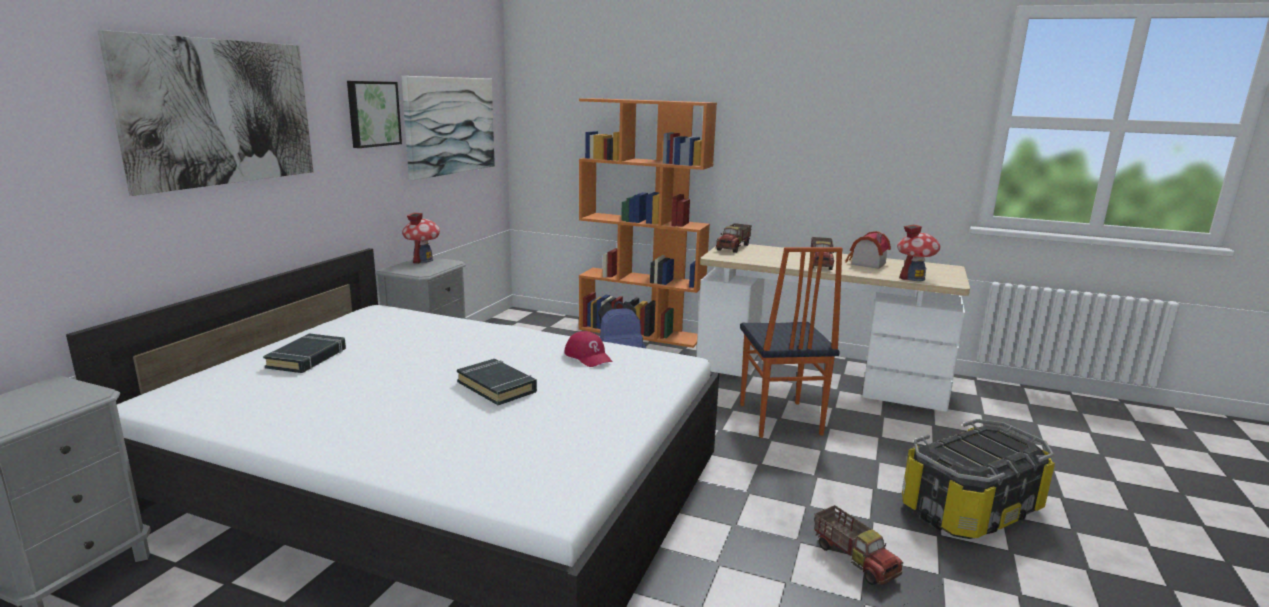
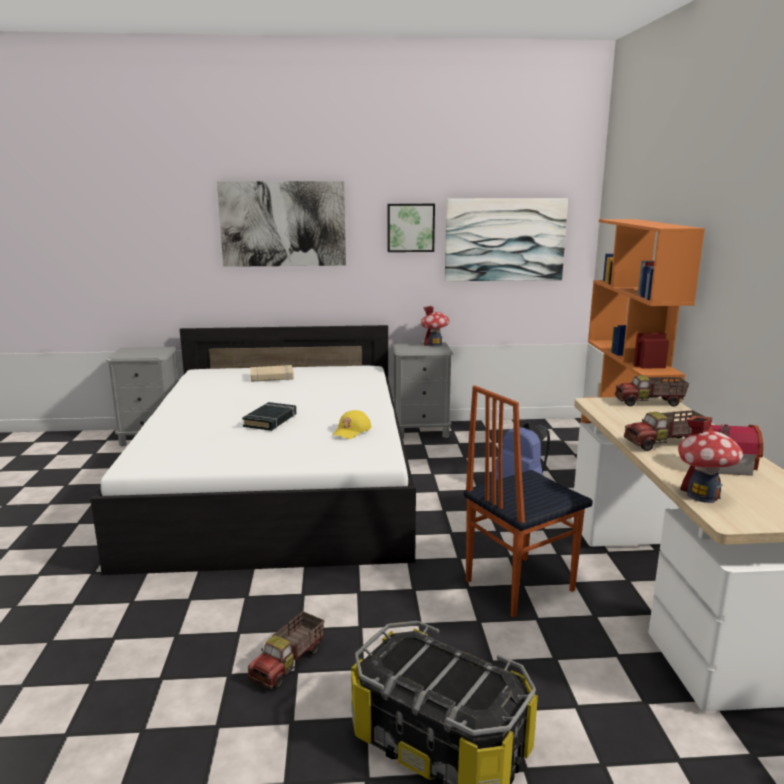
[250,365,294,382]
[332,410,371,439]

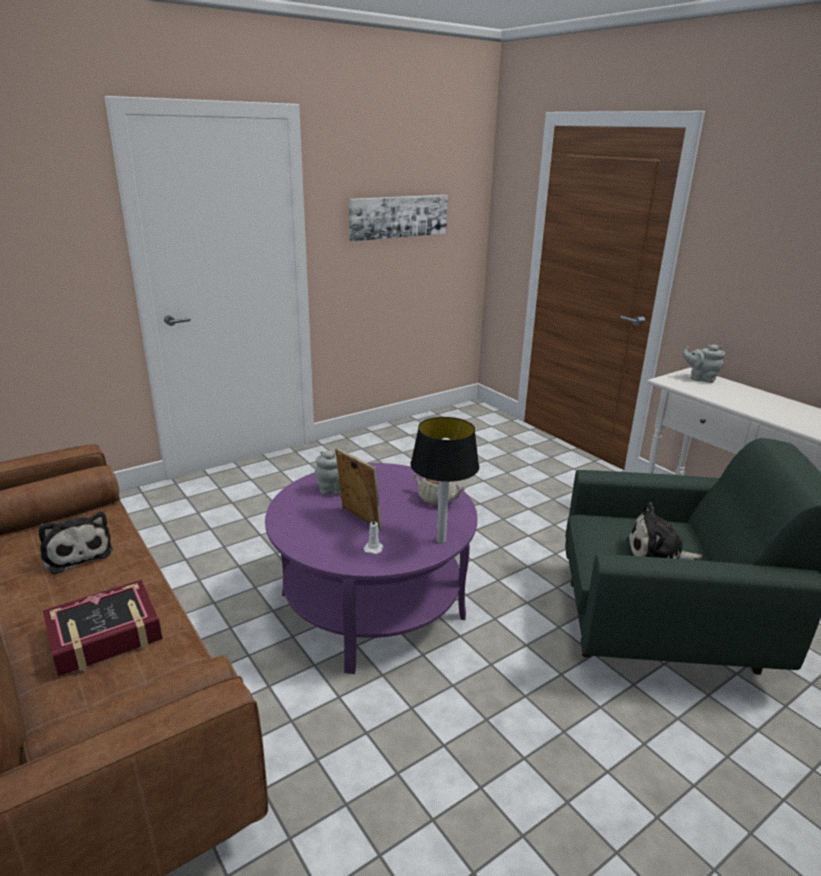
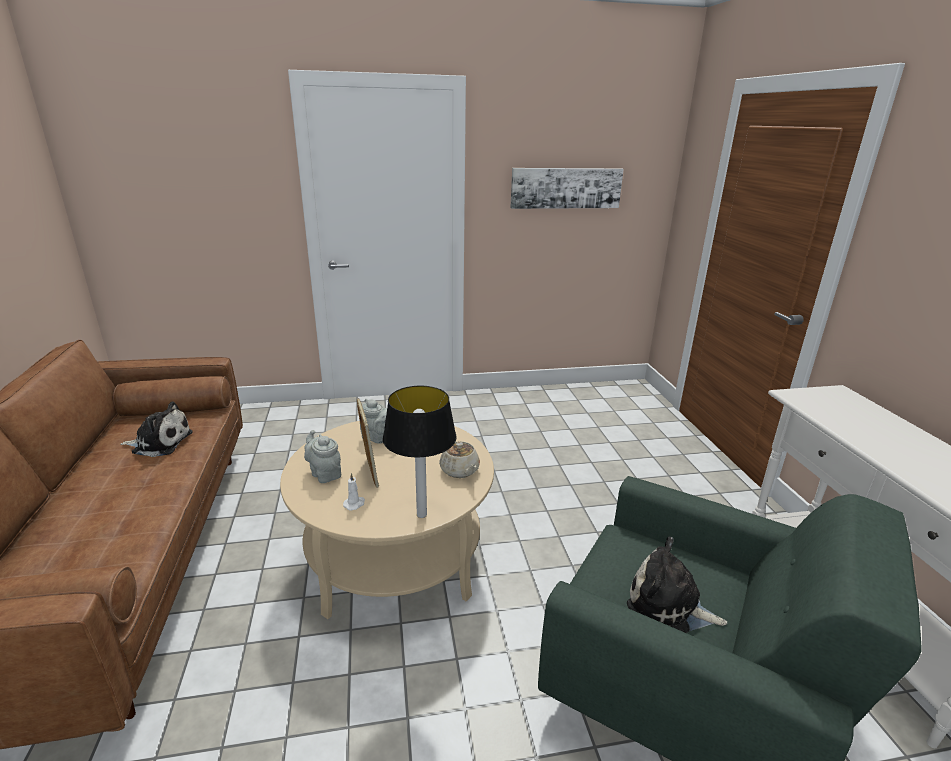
[43,580,163,676] (first image)
[304,430,341,483]
[280,421,494,619]
[121,401,193,457]

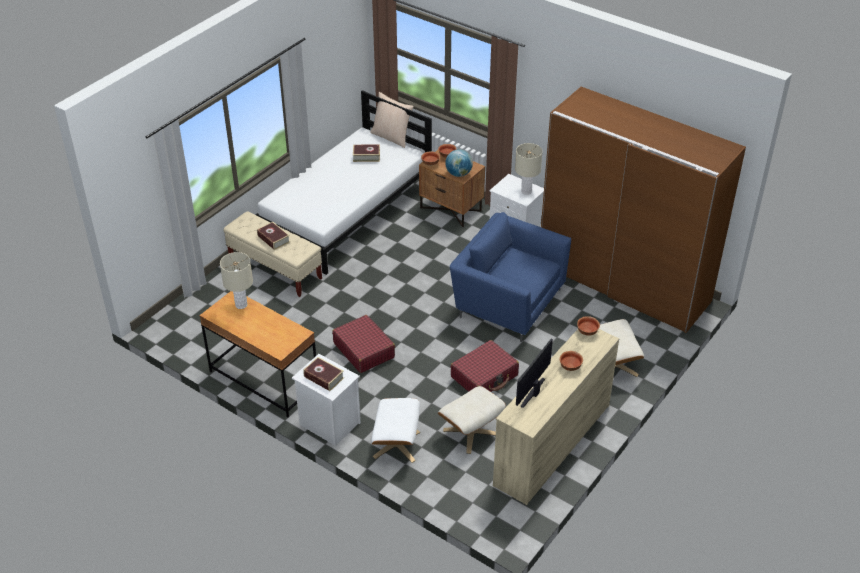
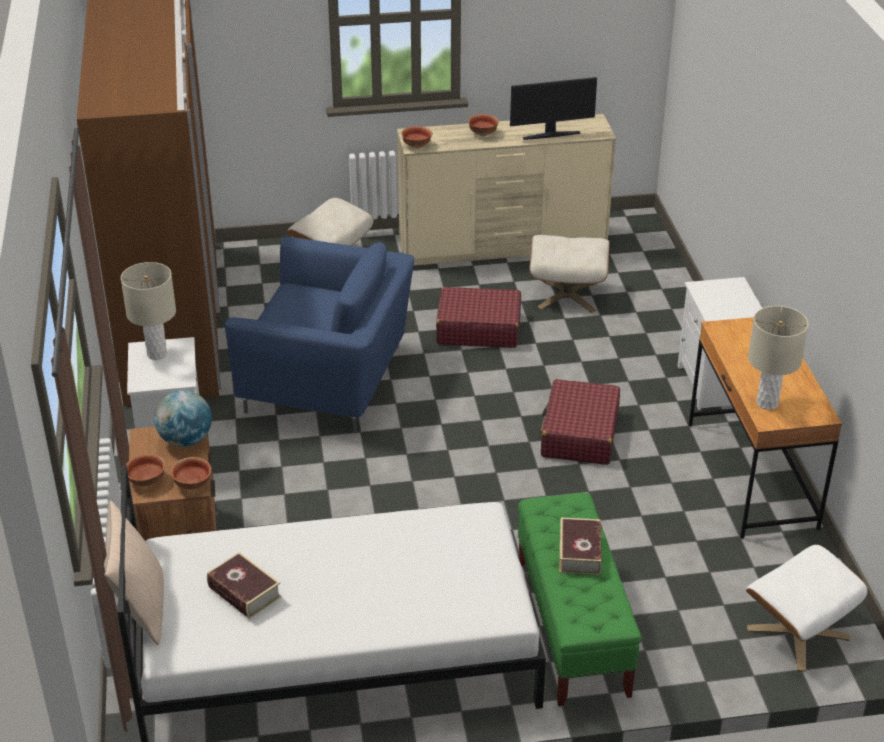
[303,357,344,391] (first image)
[746,545,868,672]
[518,493,642,706]
[225,236,414,432]

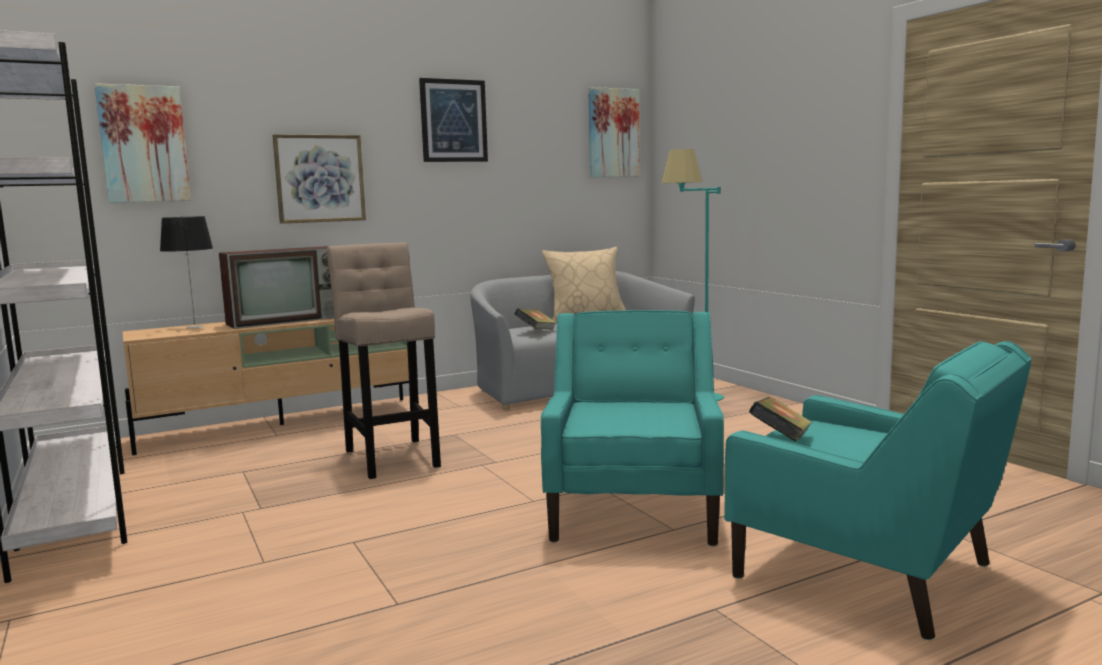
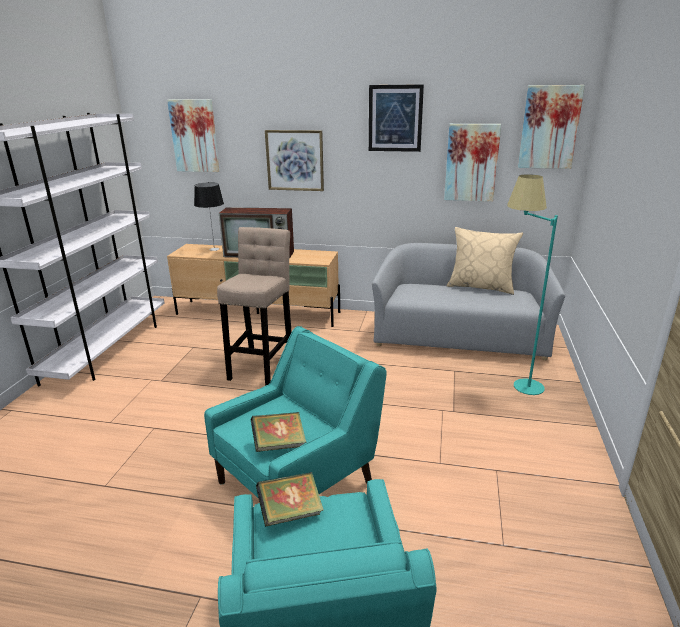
[444,124,501,202]
[251,412,306,452]

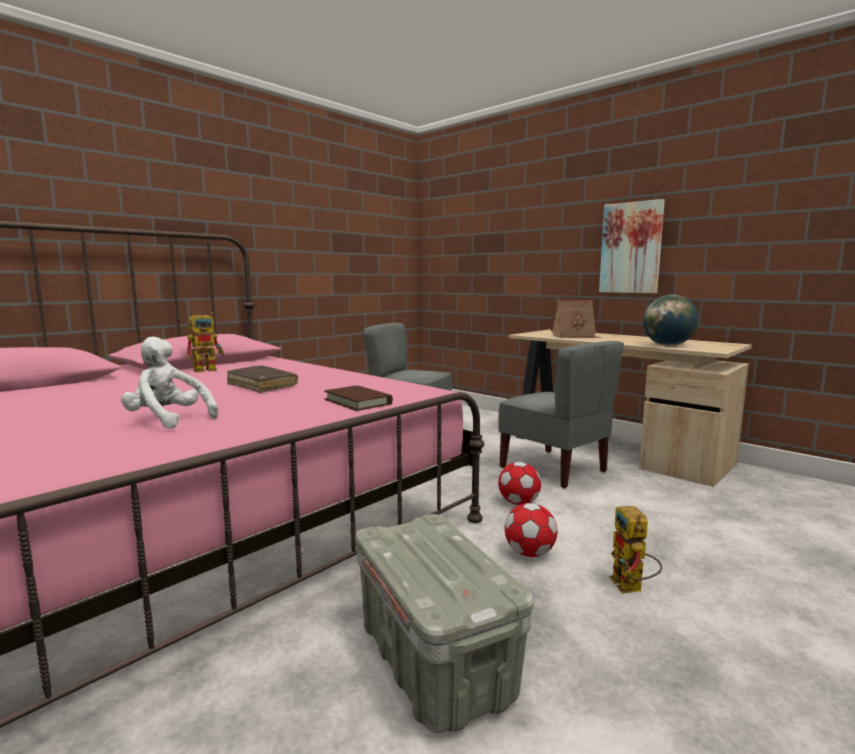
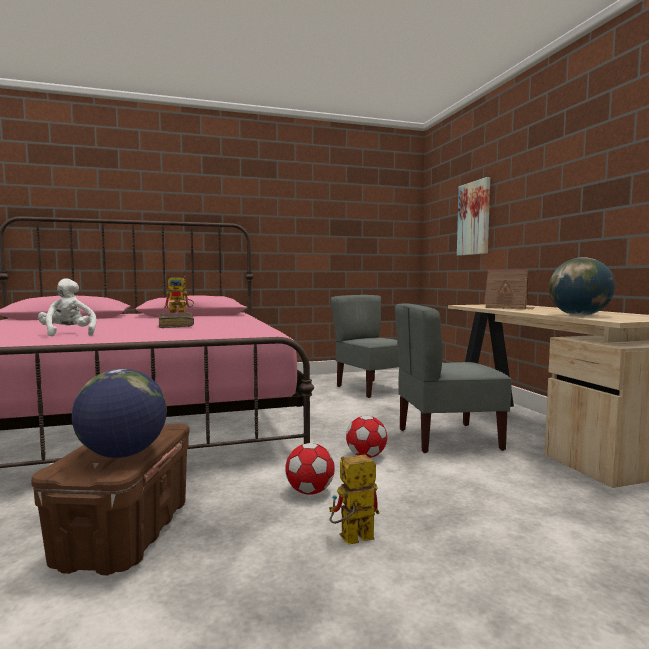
[324,385,393,411] (first image)
[72,369,167,458]
[457,177,490,256]
[31,423,190,575]
[395,303,511,453]
[329,454,379,545]

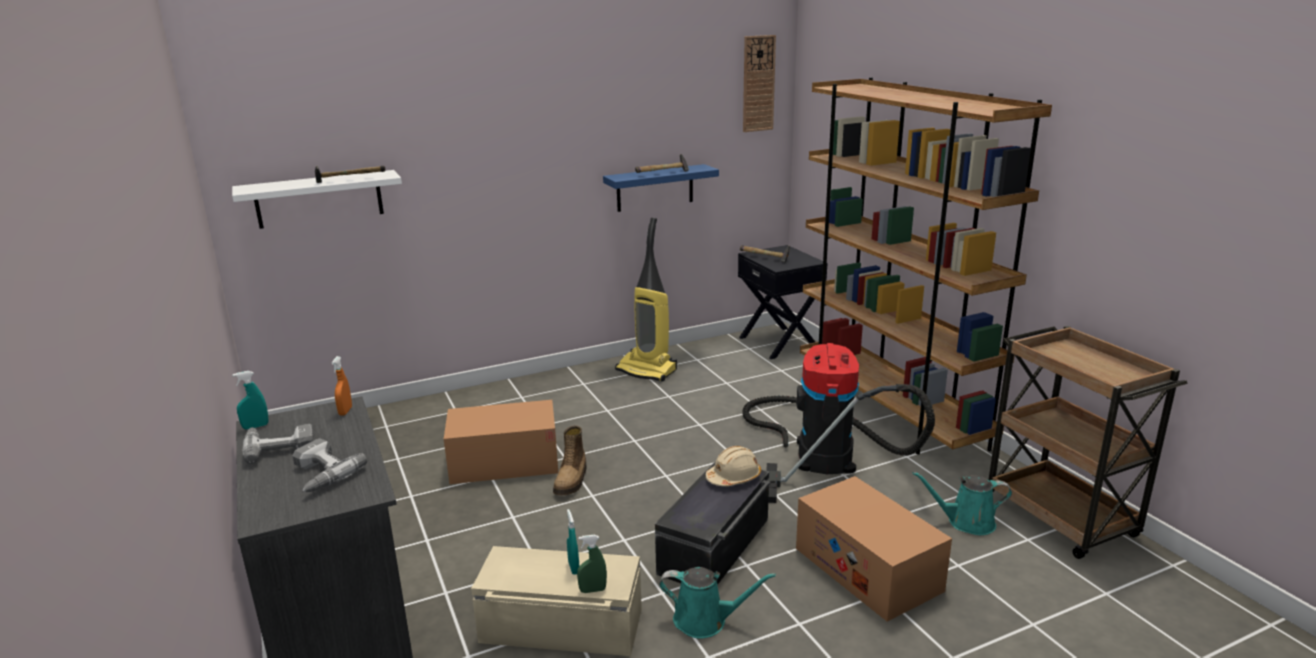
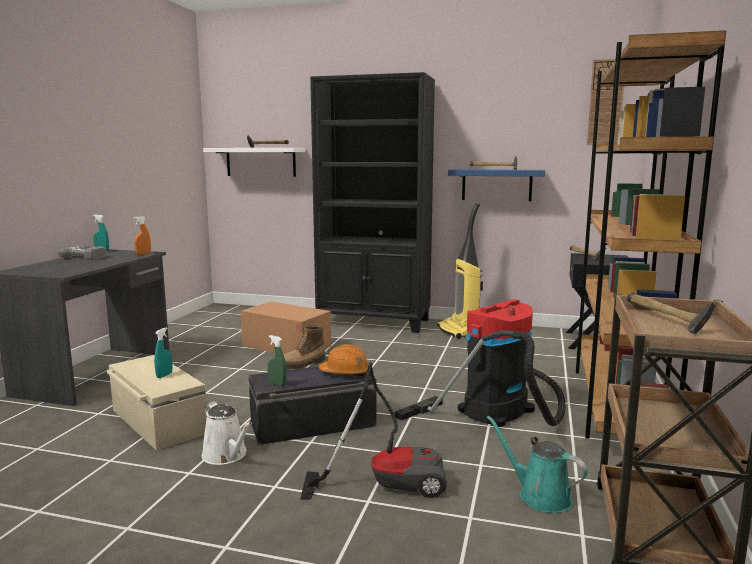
[292,438,367,492] (first image)
[310,72,435,333]
[627,292,716,334]
[268,335,287,386]
[301,362,447,500]
[201,401,252,465]
[319,344,369,376]

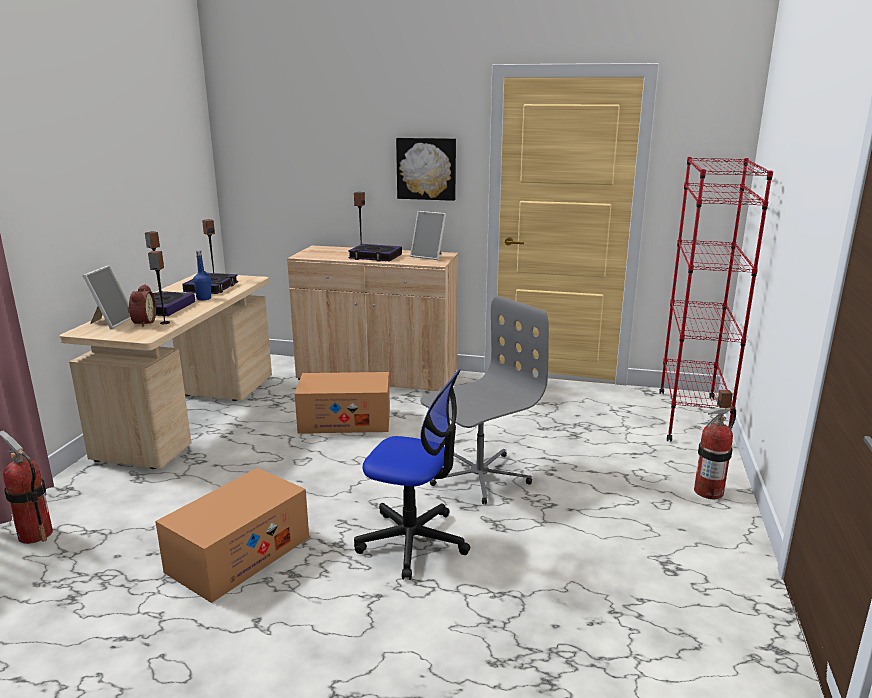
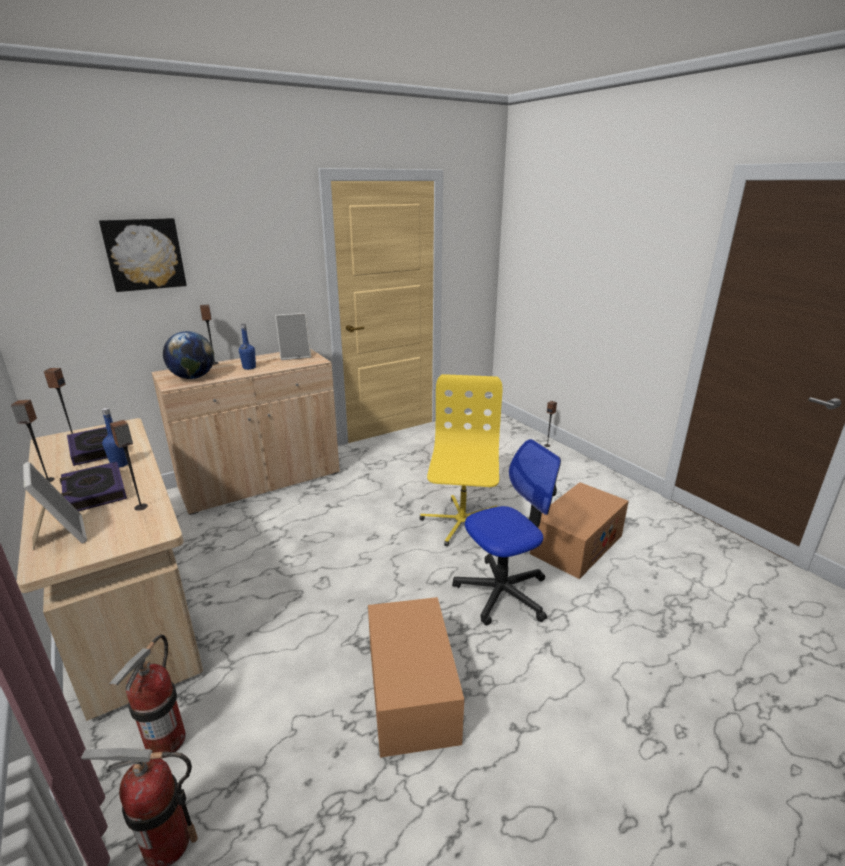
[127,284,156,327] (first image)
[659,157,773,442] (first image)
[163,331,214,379]
[530,482,629,579]
[99,218,187,292]
[109,634,186,759]
[239,323,256,370]
[420,374,503,546]

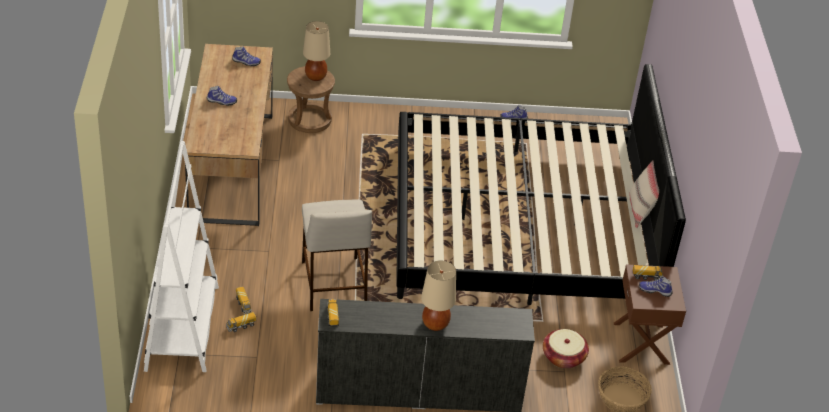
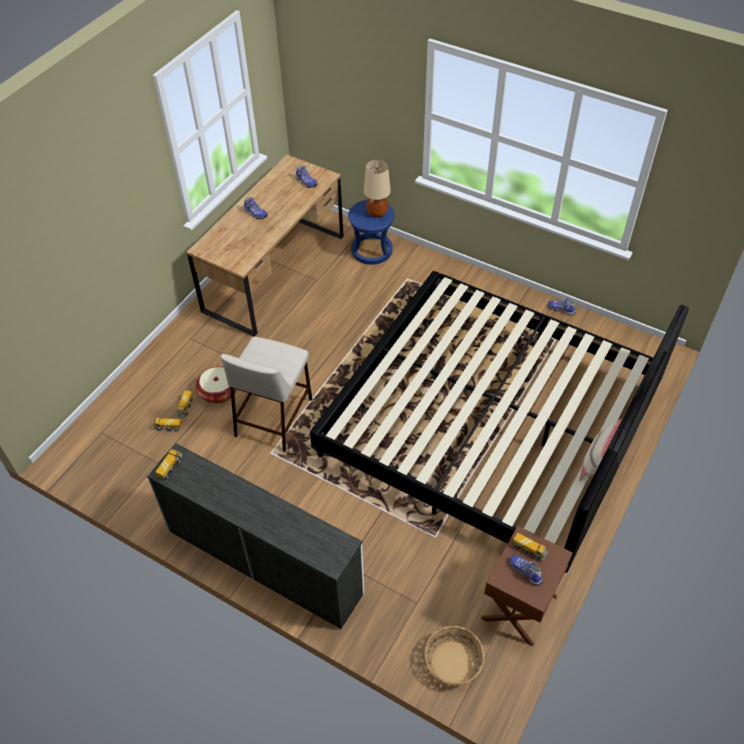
[144,141,219,372] (first image)
[421,261,456,331] (first image)
[196,366,237,403]
[348,200,395,265]

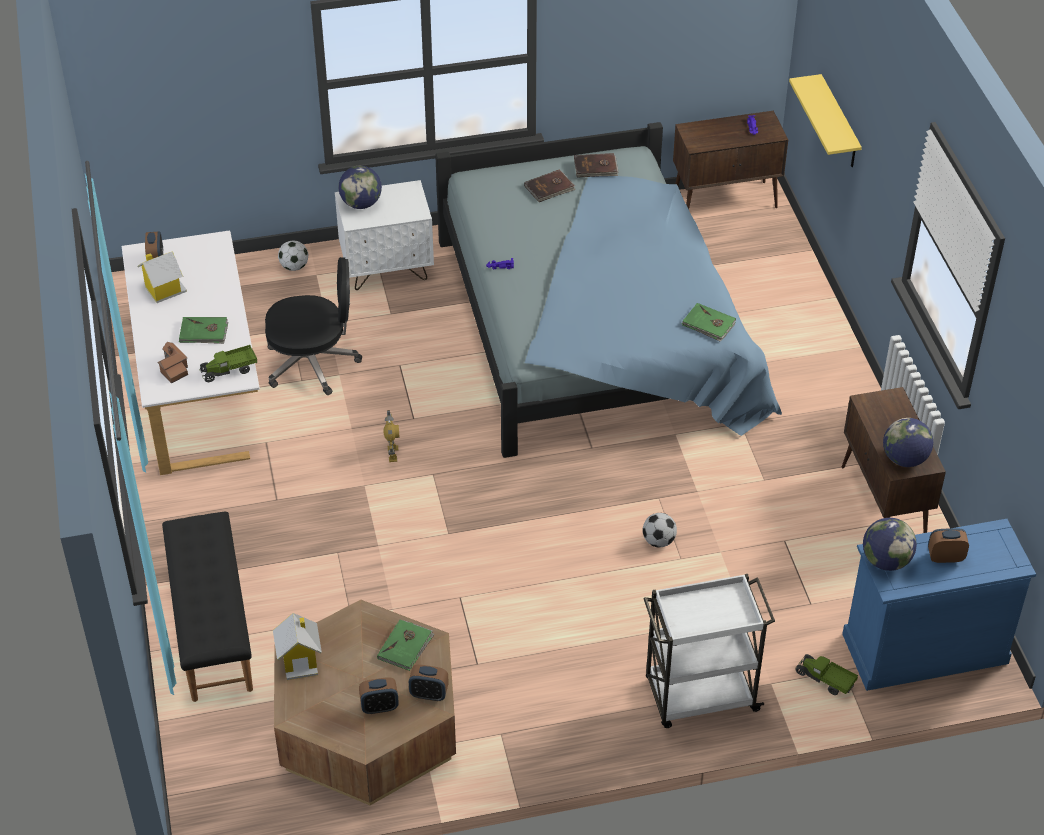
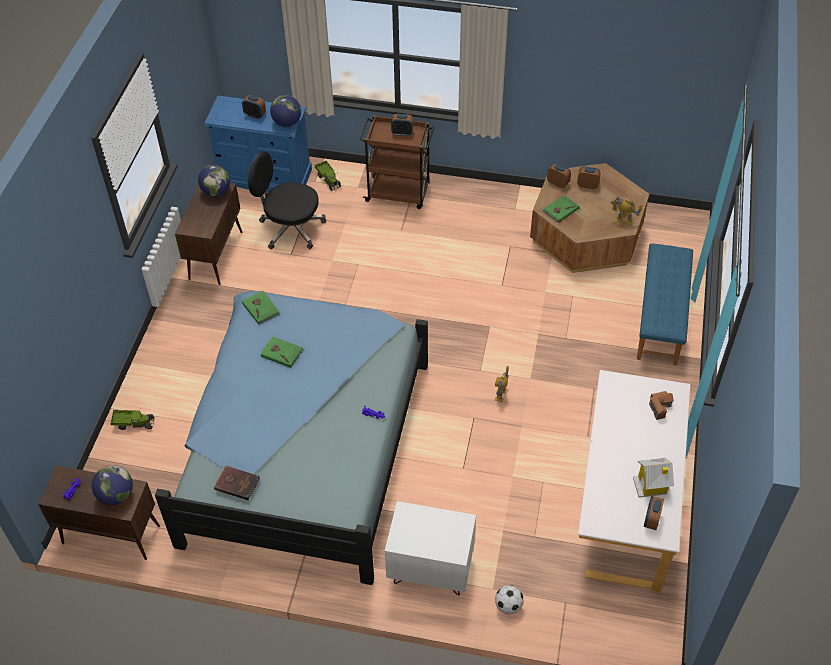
[524,170,576,202] (first image)
[643,513,677,548] (first image)
[789,74,862,167] (first image)
[391,114,413,136]
[261,336,303,368]
[111,409,155,430]
[247,152,326,250]
[92,465,133,505]
[611,196,643,225]
[637,243,693,366]
[360,115,434,209]

